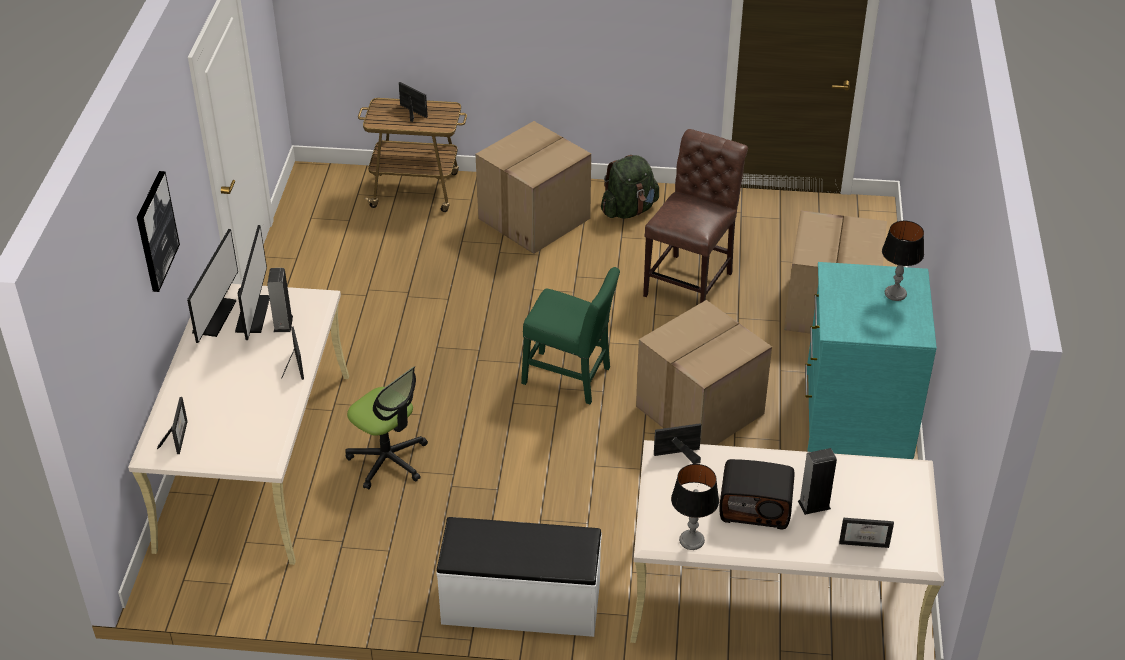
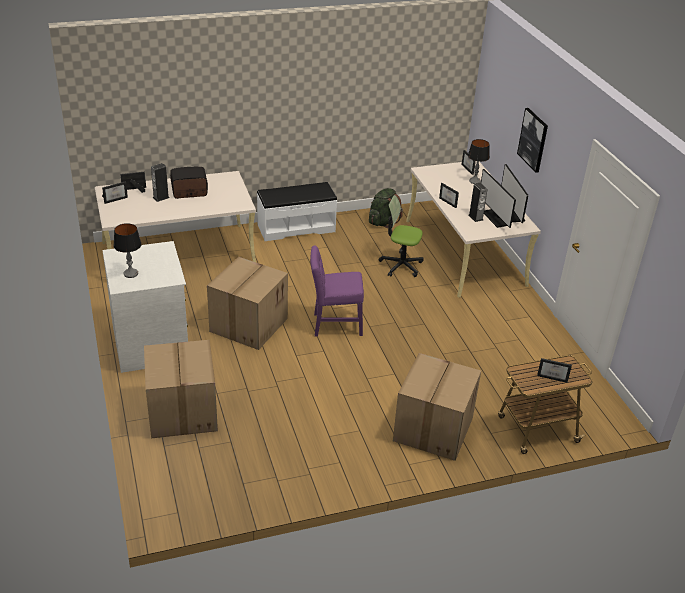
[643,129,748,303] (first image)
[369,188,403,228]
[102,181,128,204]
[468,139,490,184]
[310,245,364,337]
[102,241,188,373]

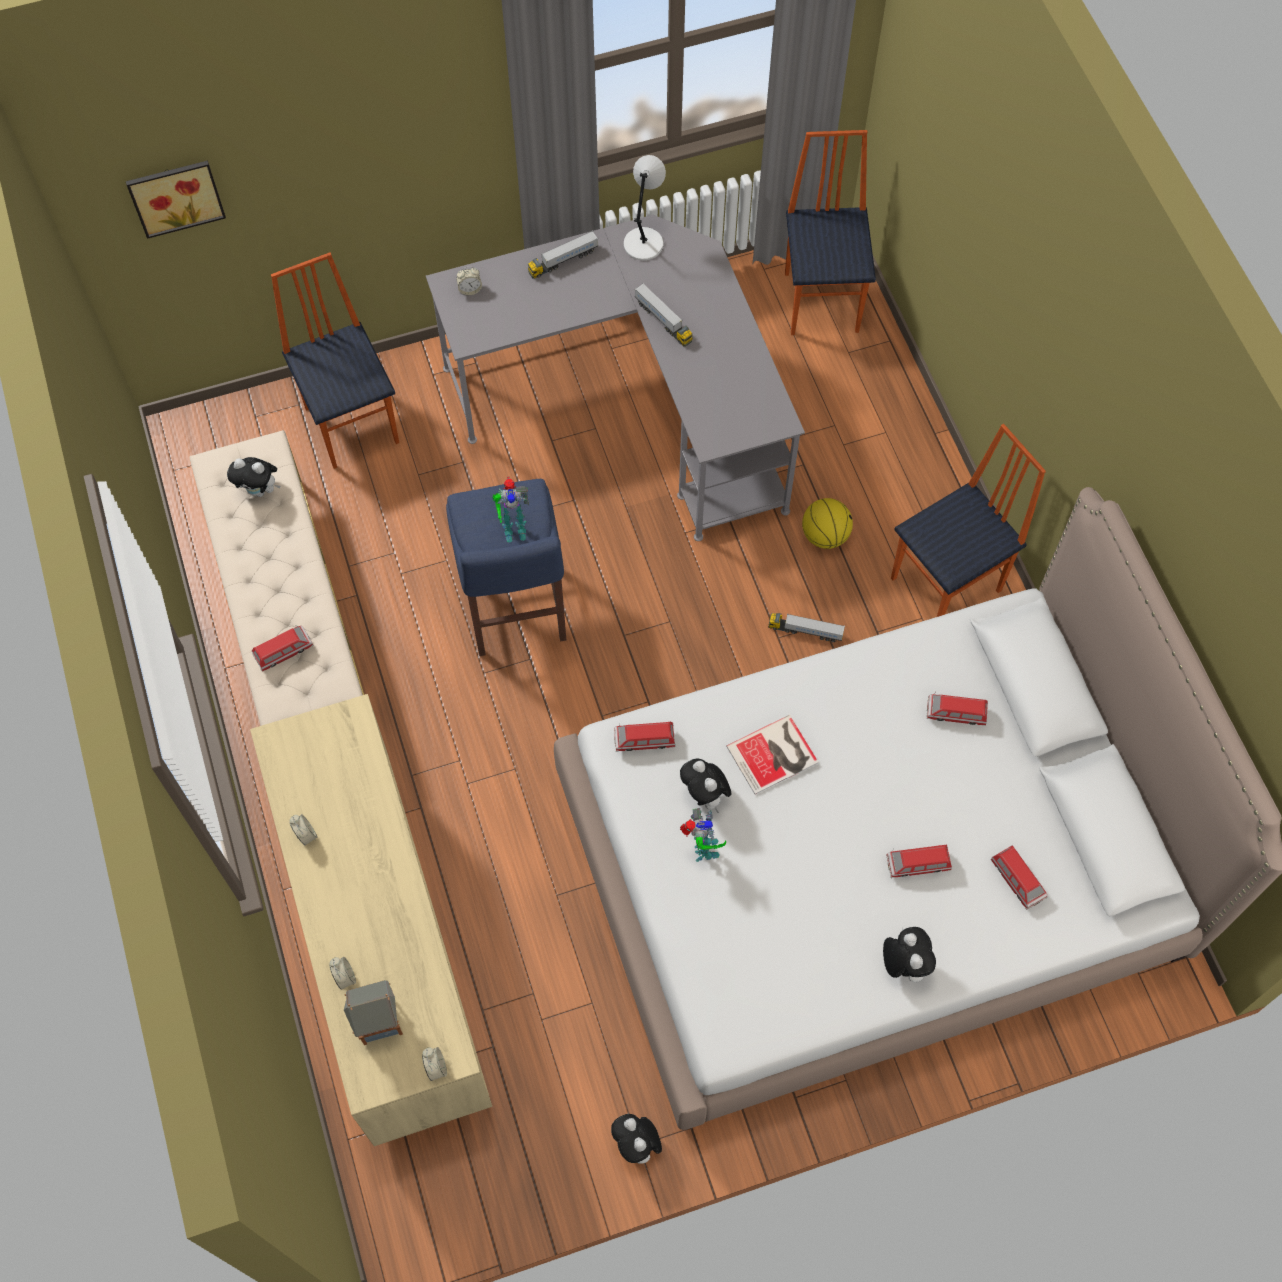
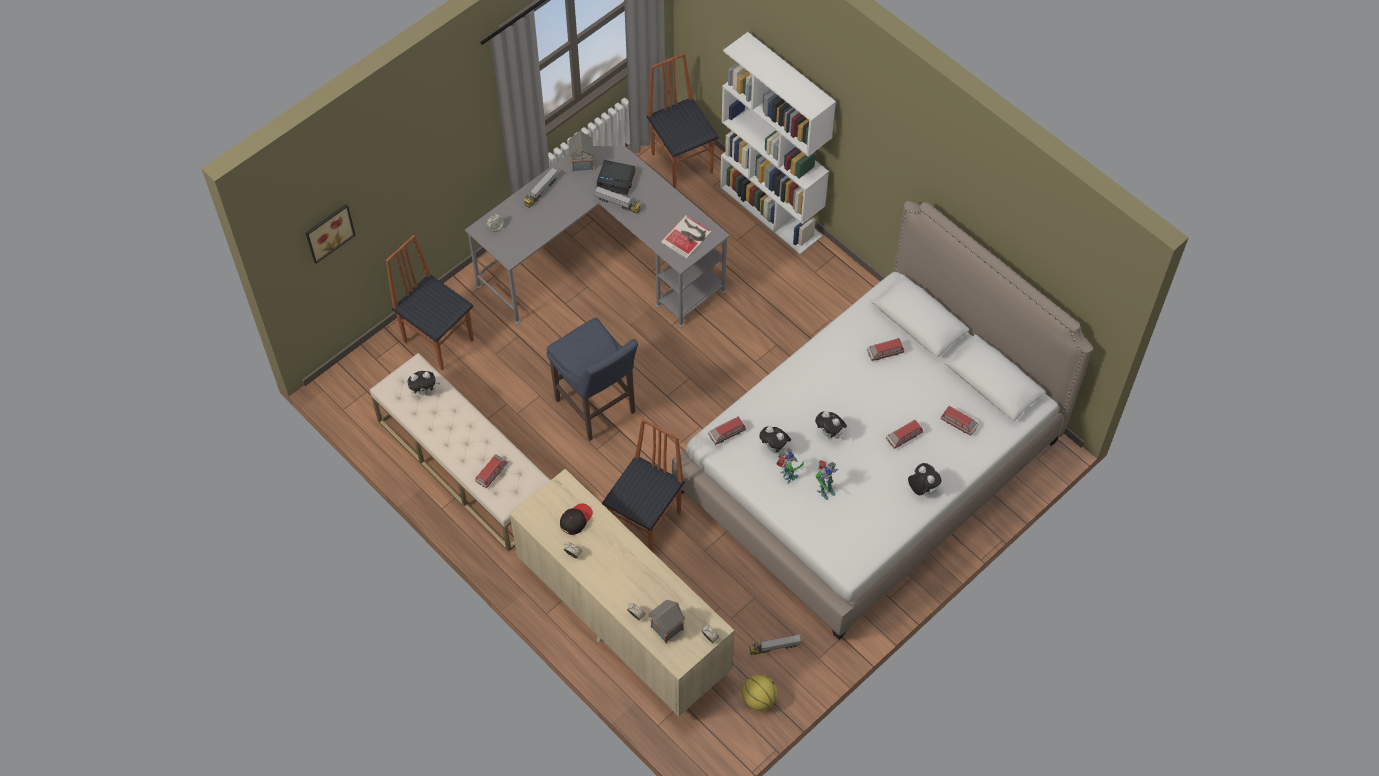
[560,503,593,535]
[597,160,635,195]
[720,32,836,254]
[816,460,838,500]
[815,411,847,439]
[660,215,712,259]
[750,634,801,655]
[742,675,778,711]
[602,418,685,552]
[569,130,594,172]

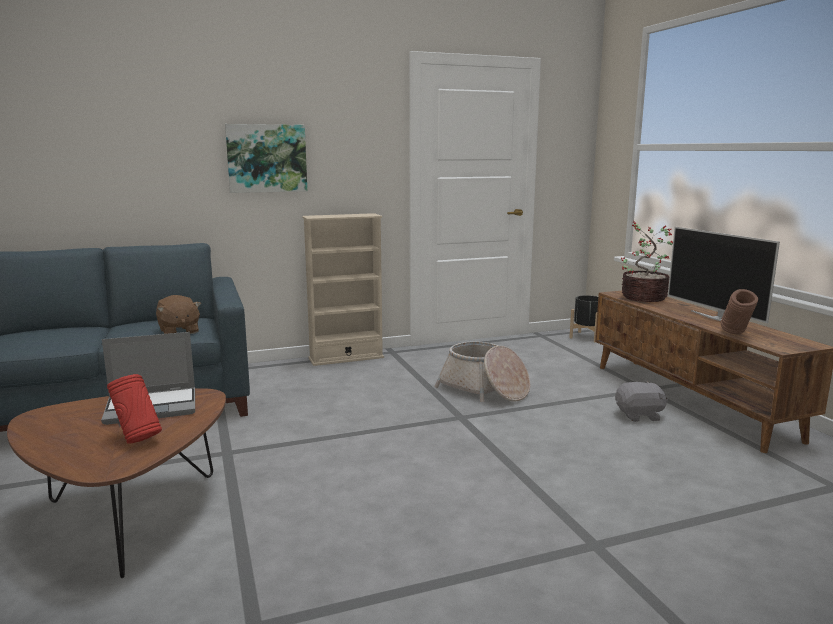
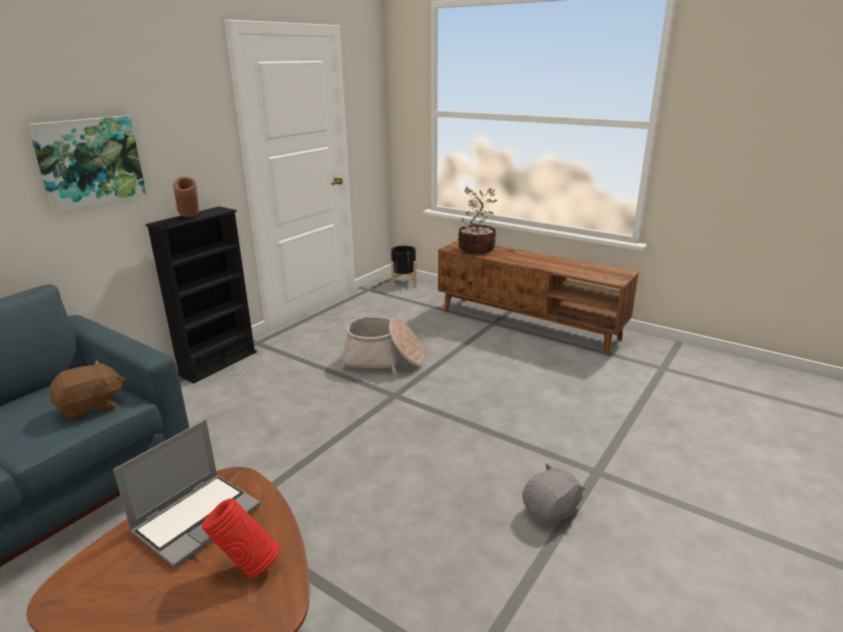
[668,227,780,323] (first image)
[522,463,586,528]
[173,177,199,217]
[146,206,257,383]
[50,360,125,421]

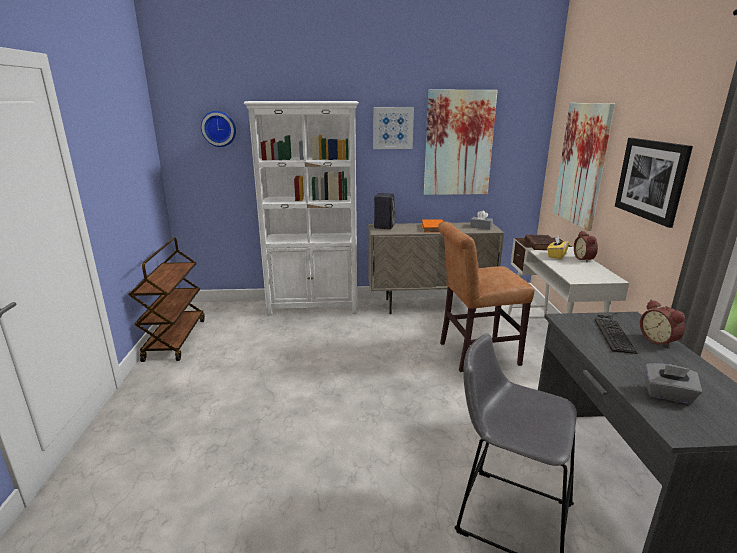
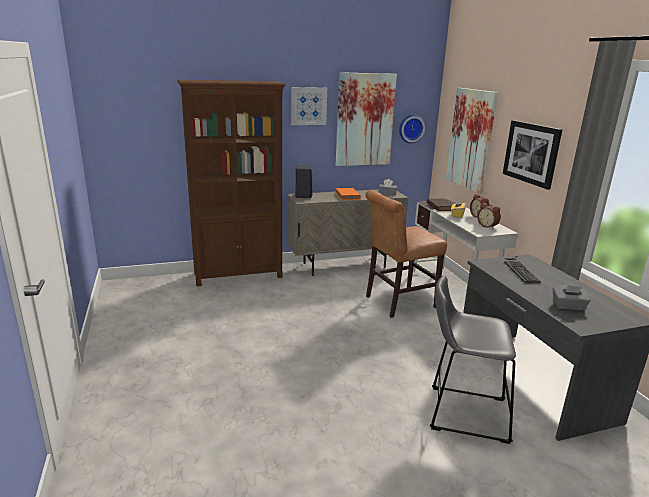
[128,237,205,362] (first image)
[399,115,425,143]
[477,202,501,229]
[177,80,286,286]

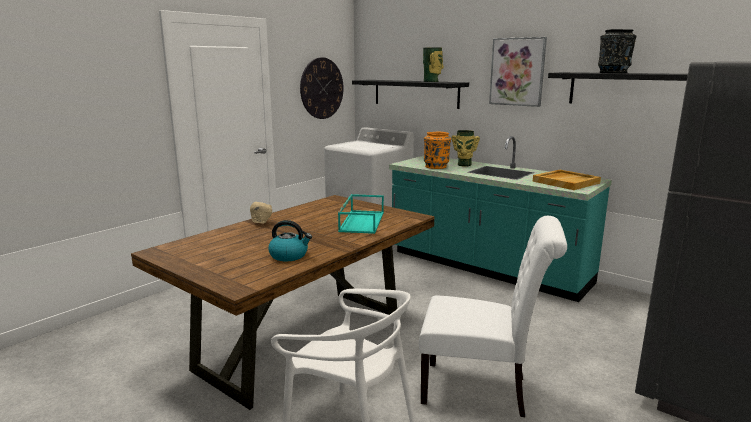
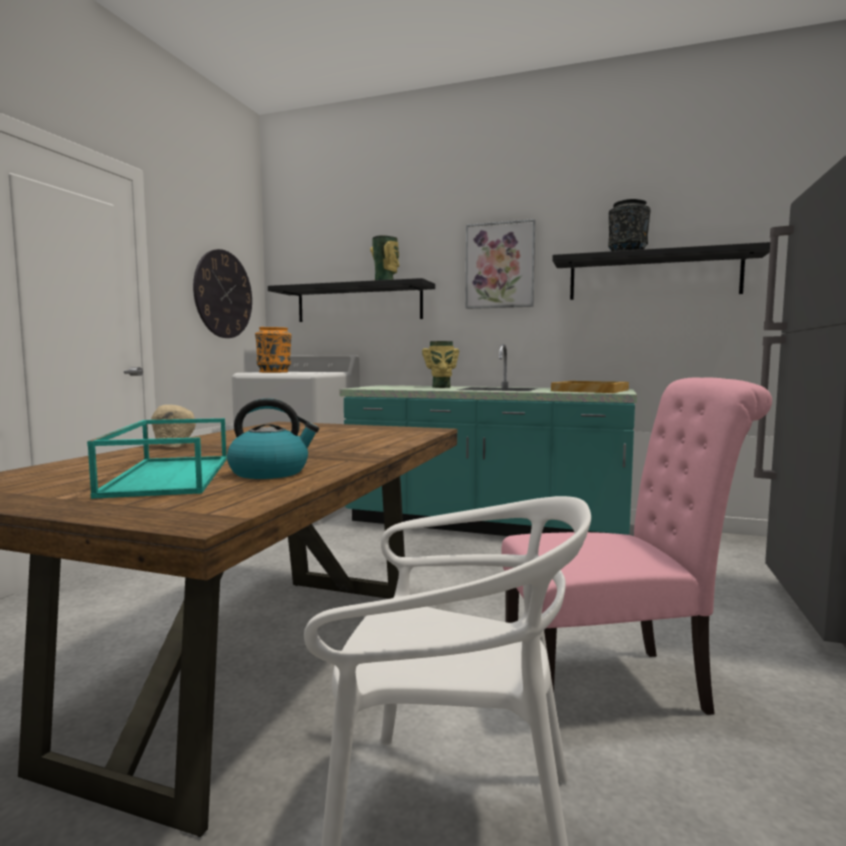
[87,418,227,499]
[255,327,291,373]
[501,377,772,715]

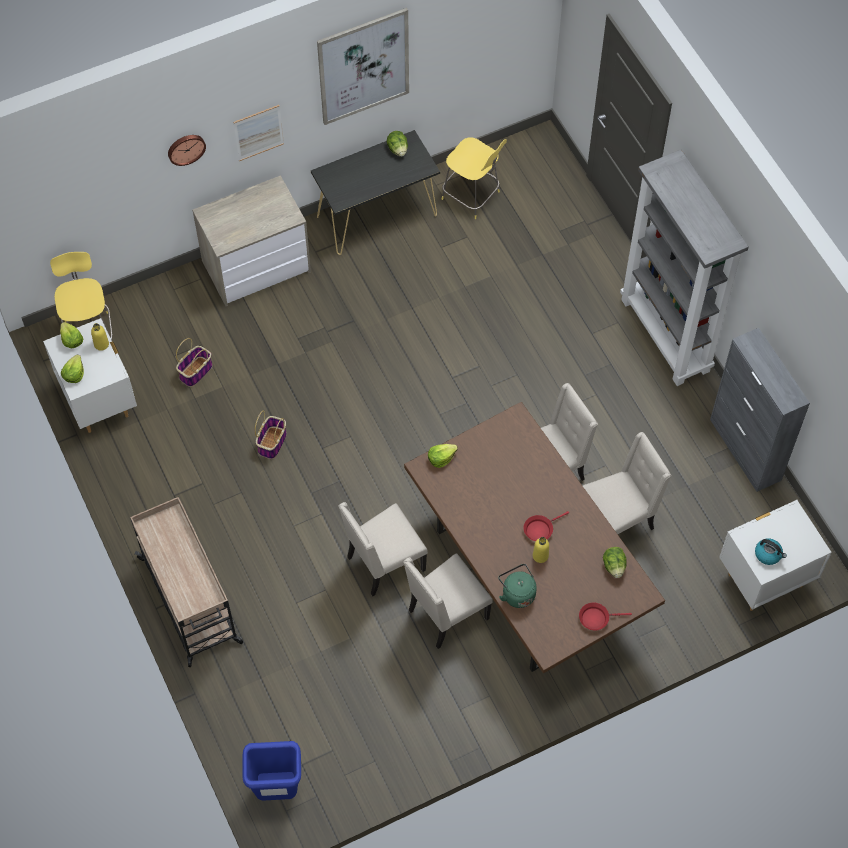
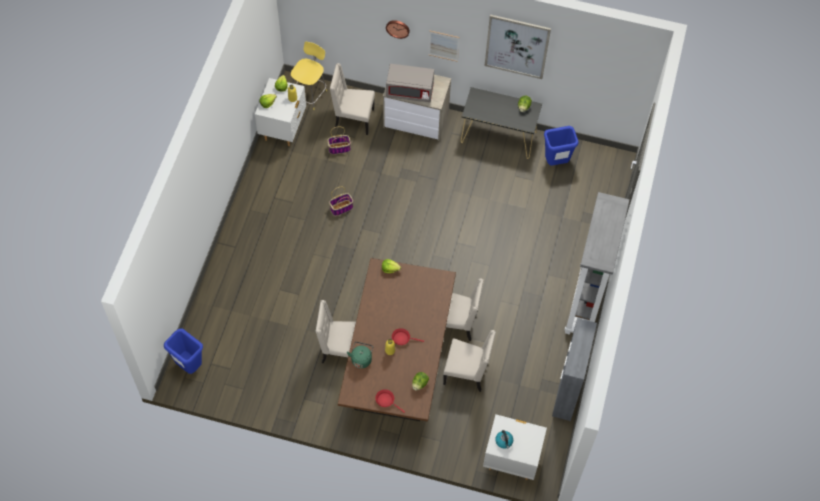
[130,497,243,667] (first image)
[386,64,434,102]
[330,63,375,135]
[544,126,579,166]

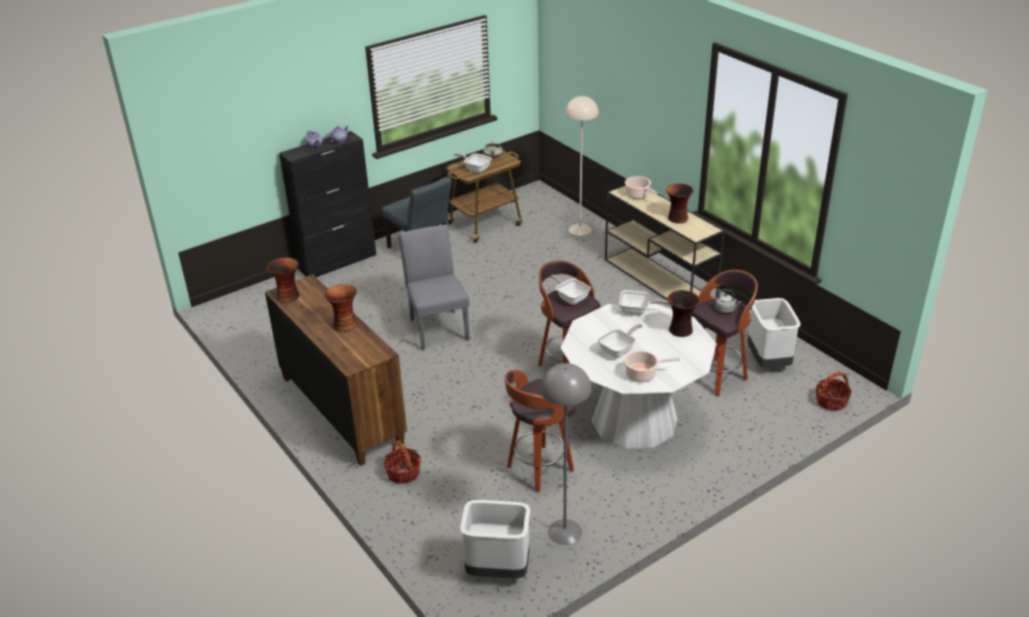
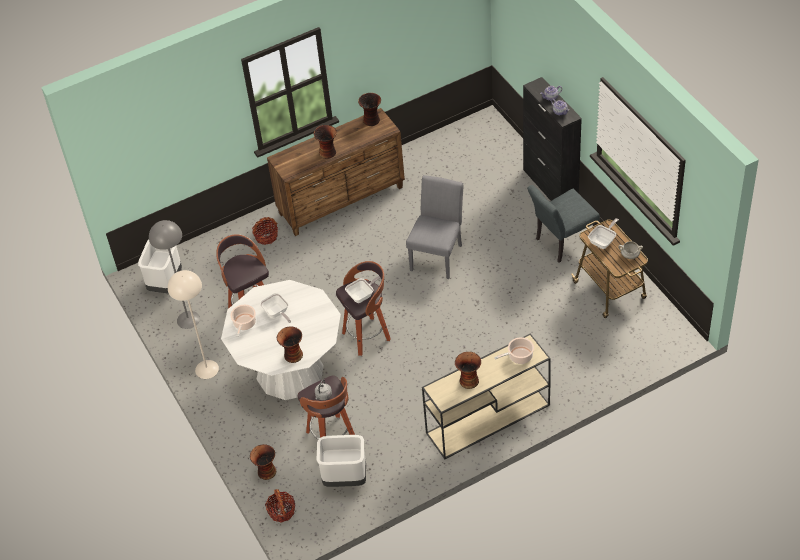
[619,290,670,316] (first image)
[250,444,276,480]
[168,270,219,379]
[406,175,464,279]

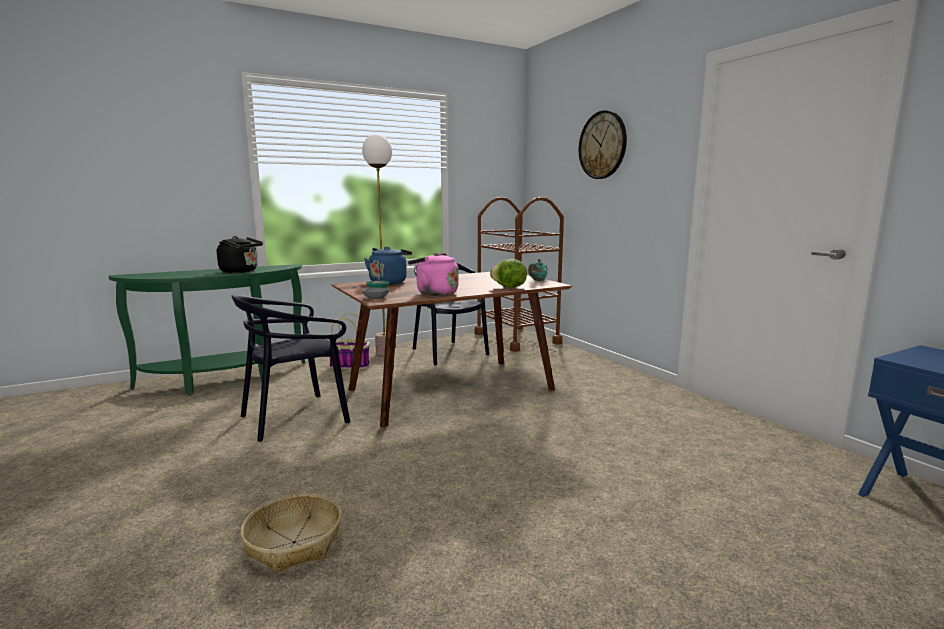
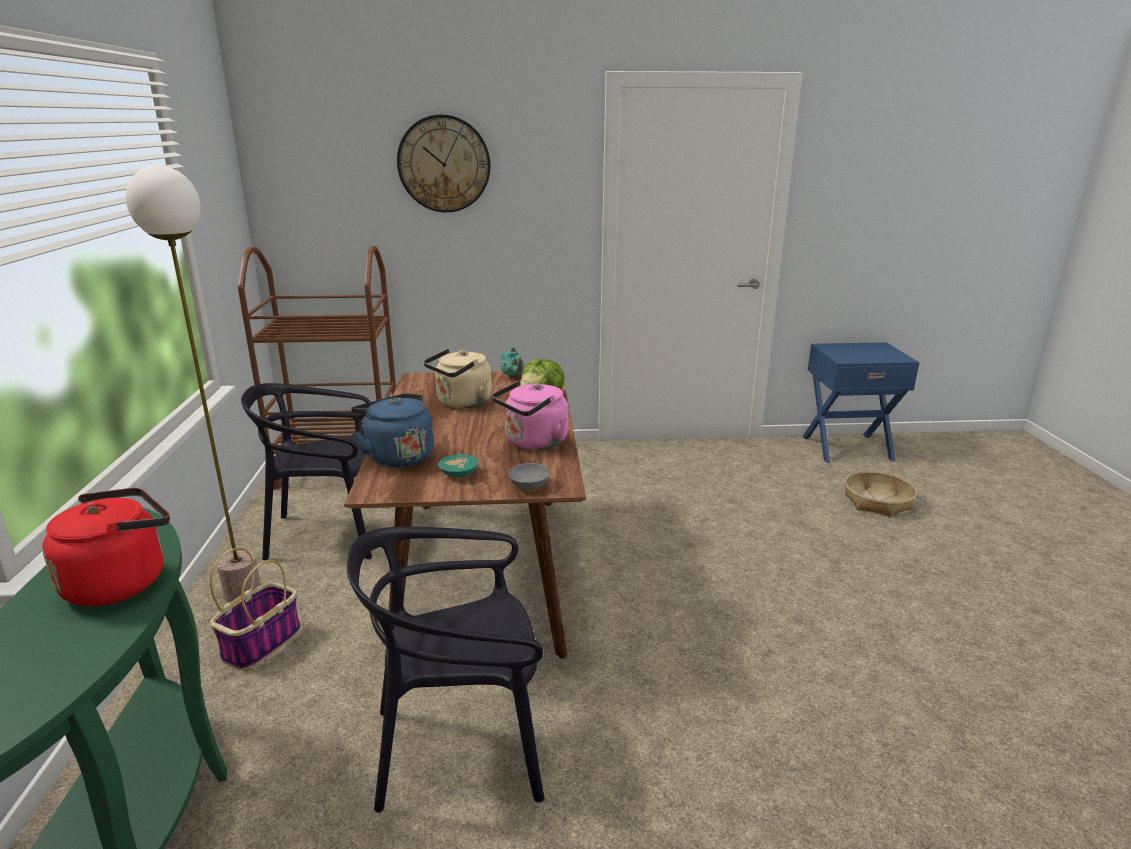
[423,349,492,408]
[845,471,917,517]
[42,488,170,606]
[347,526,545,813]

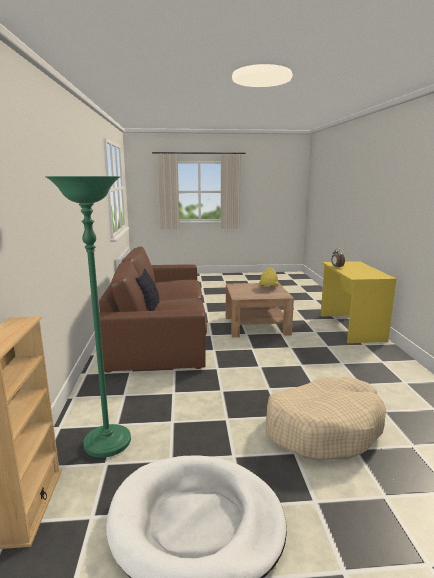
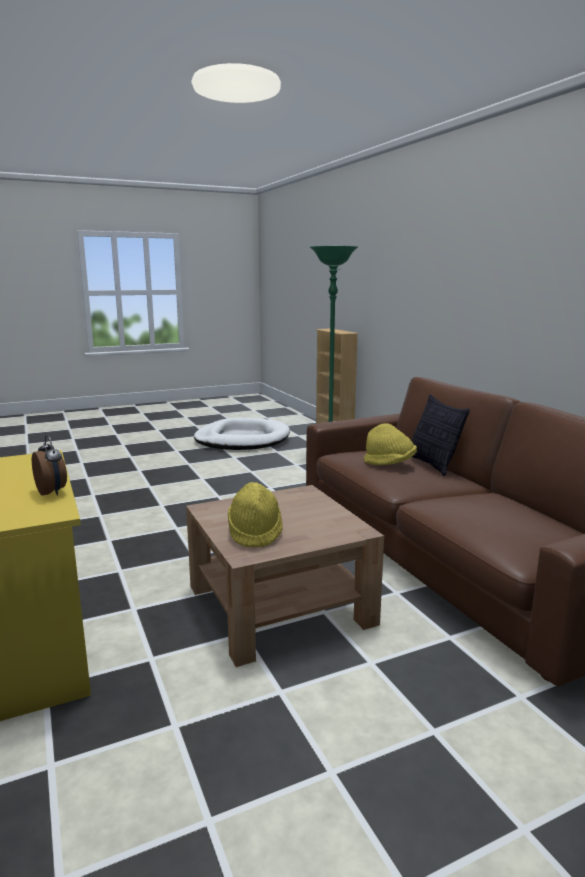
[265,377,386,460] (first image)
[364,423,417,465]

